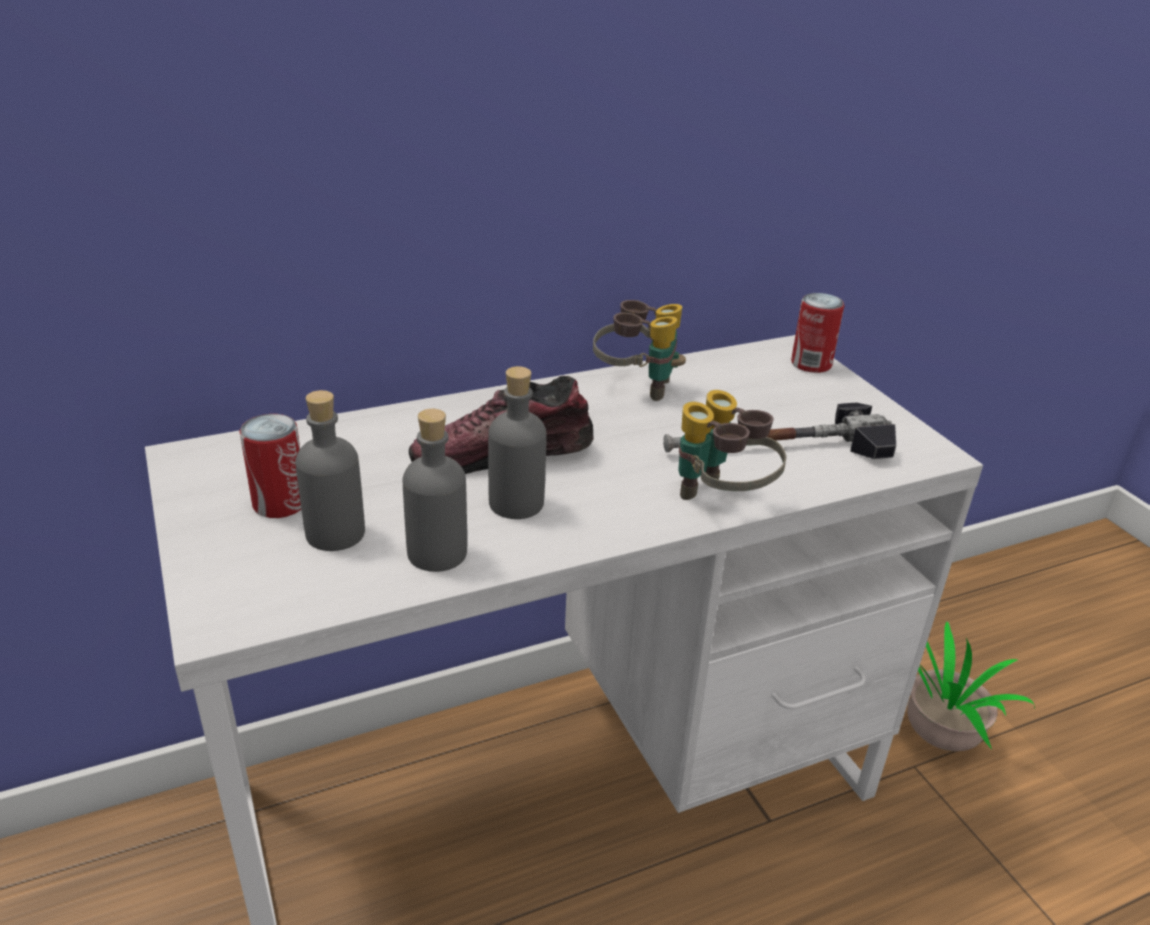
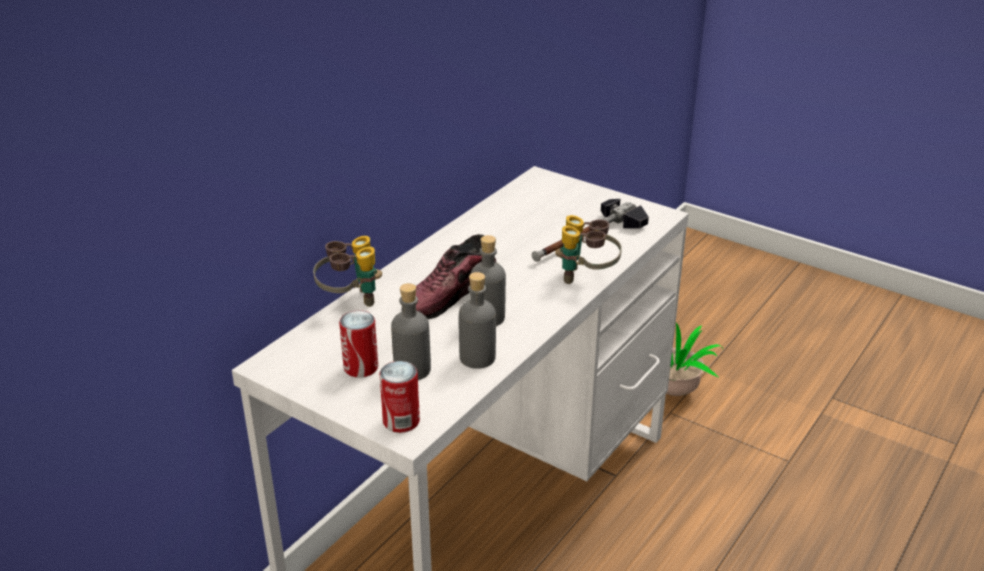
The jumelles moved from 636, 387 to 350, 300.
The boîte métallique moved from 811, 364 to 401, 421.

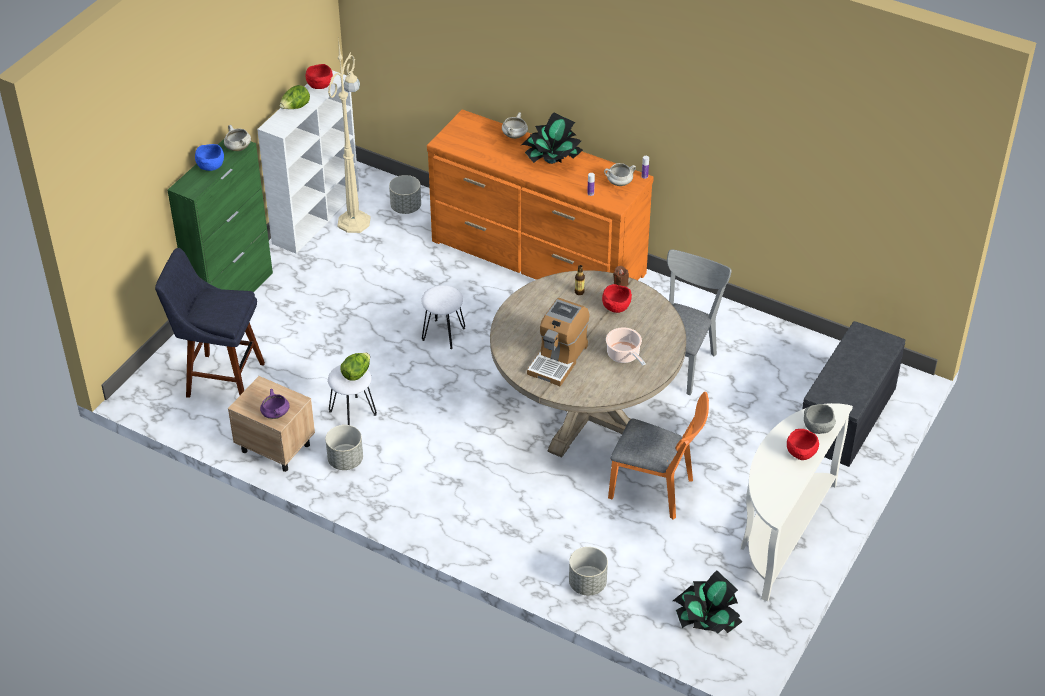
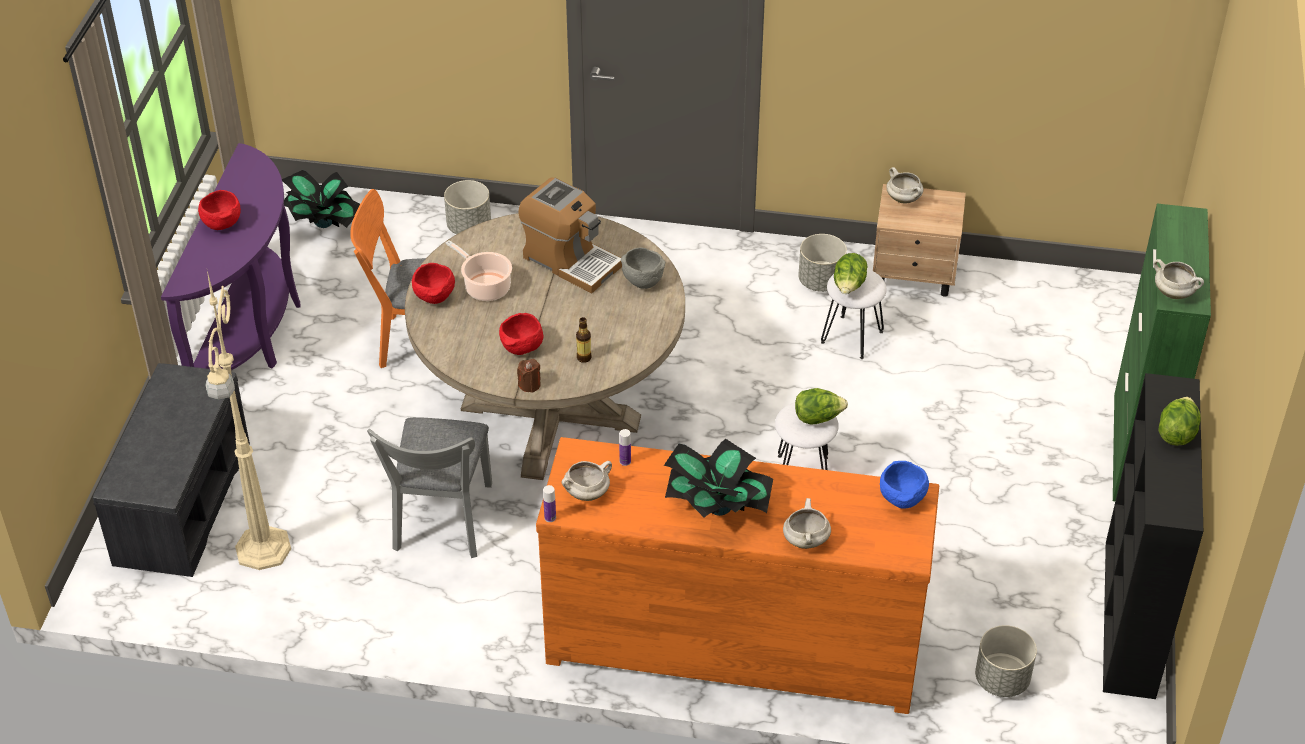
The tabouret/bleu at 220, 379 disappeared.
The laitue at 818, 418 appeared.
The bol/bleu moved from 211, 166 to 902, 500.
The bol/rouge moved from 320, 85 to 435, 298.
The lampadaire/beige moved from 355, 221 to 262, 551.
The bol/gris moved from 818, 428 to 642, 281.
The bibliothèque/blanc at 316, 216 became the bibliothèque/noir at 1130, 620.
The marmite/violet at 275, 414 became the marmite/blanc at 904, 199.
The table console/blanc at 780, 533 became the table console/violet at 253, 332.
The machine à café at 558, 359 turned 120 degrees clockwise.

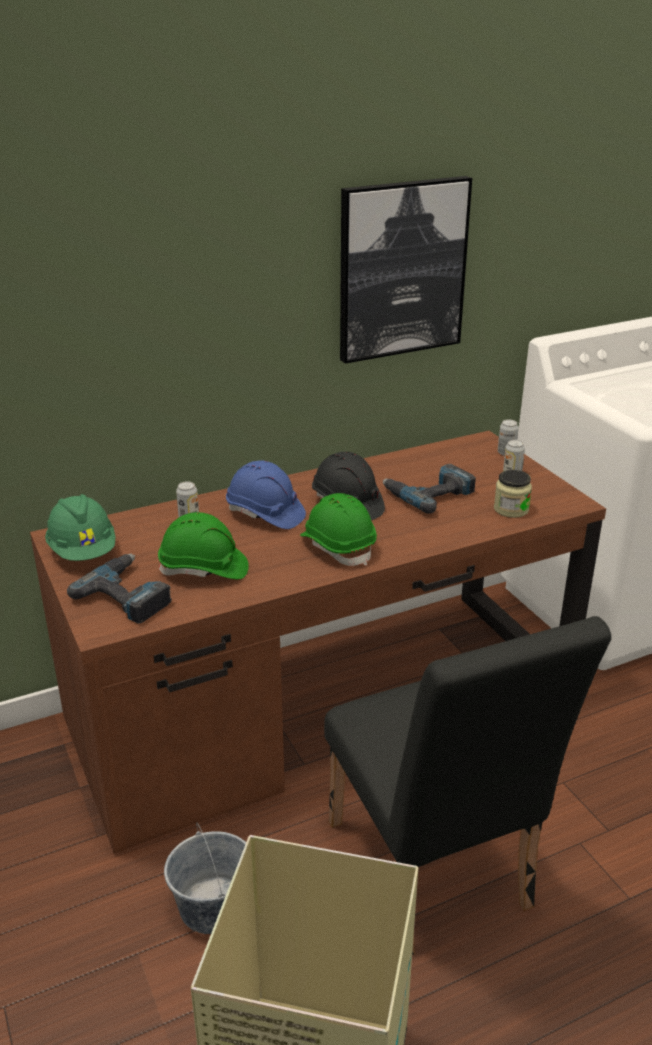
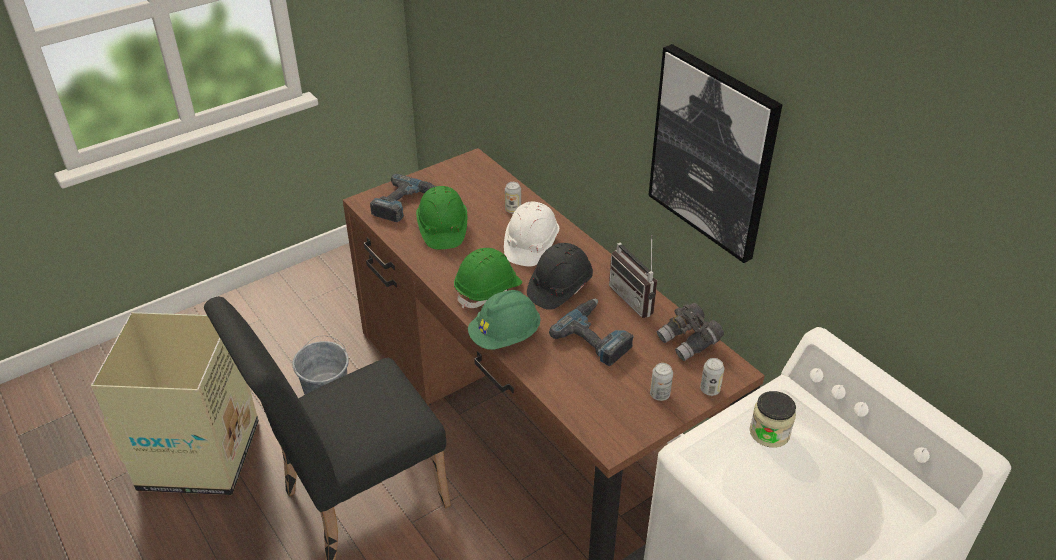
The radio at 637, 298 appeared.
The jumelles/gris at 689, 342 appeared.
The casque de chantier/vert moved from 83, 551 to 505, 336.
The bocal moved from 511, 509 to 769, 433.
The casque de chantier/bleu at 265, 514 became the casque de chantier/blanc at 530, 245.

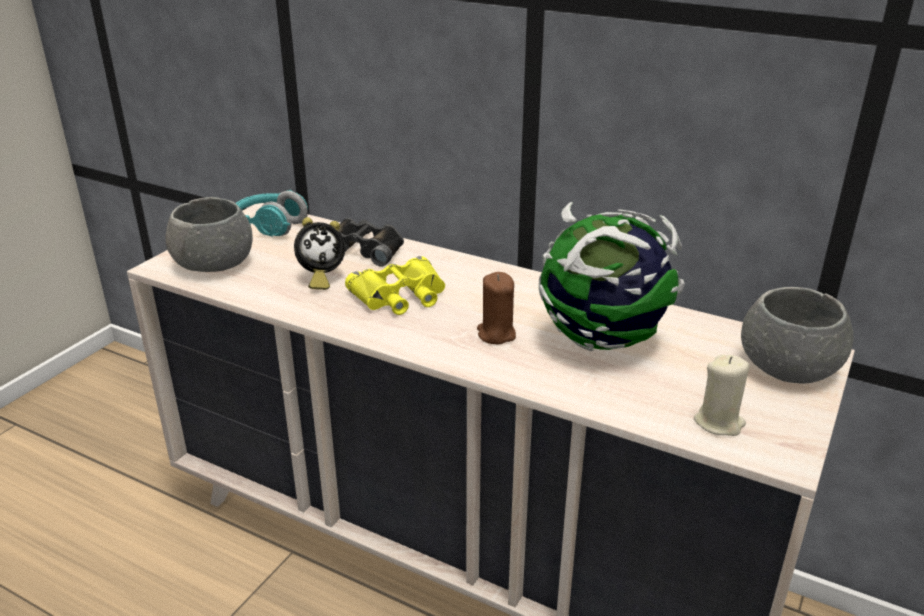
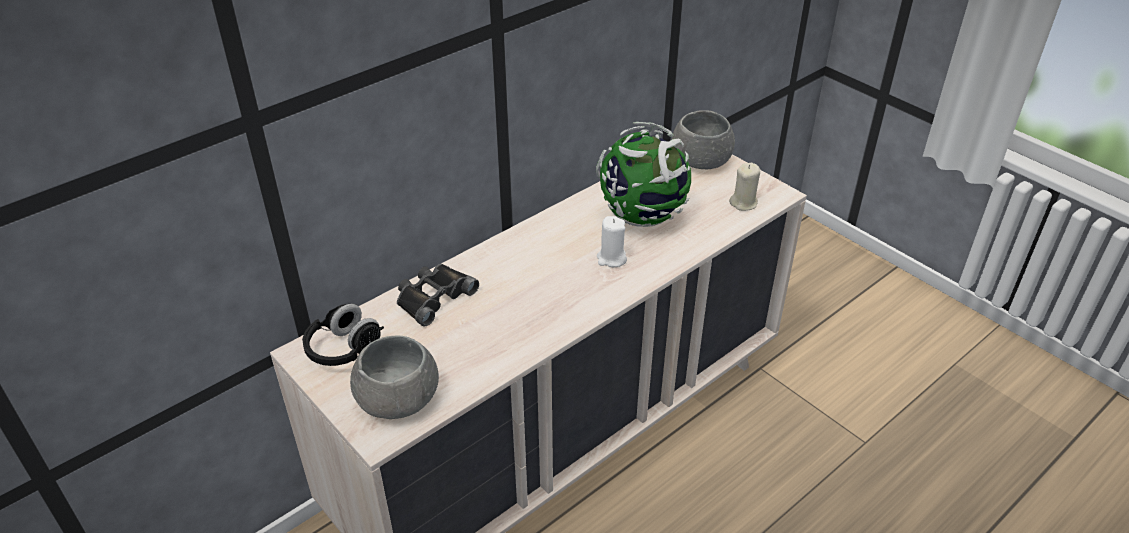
The réveil at 320, 278 disappeared.
The jumelles/jaune at 400, 295 disappeared.
The casque audio/turquoise at 271, 227 became the casque audio/noir at 343, 349.
The bougie/marron at 496, 334 became the bougie/blanc at 611, 259.

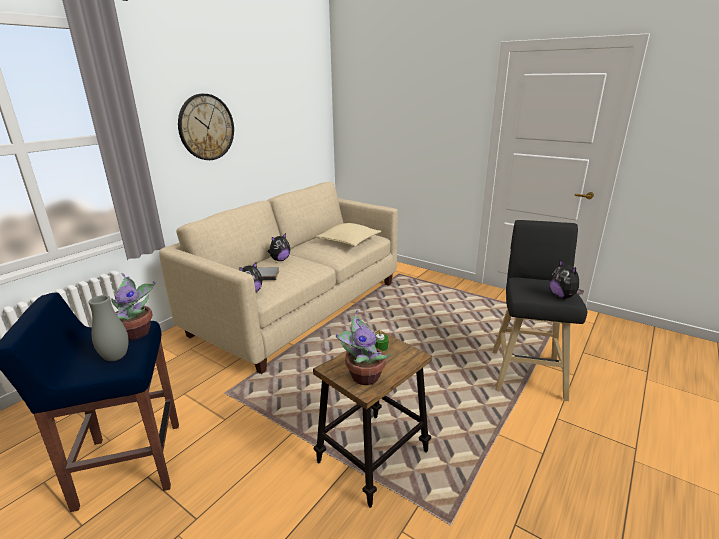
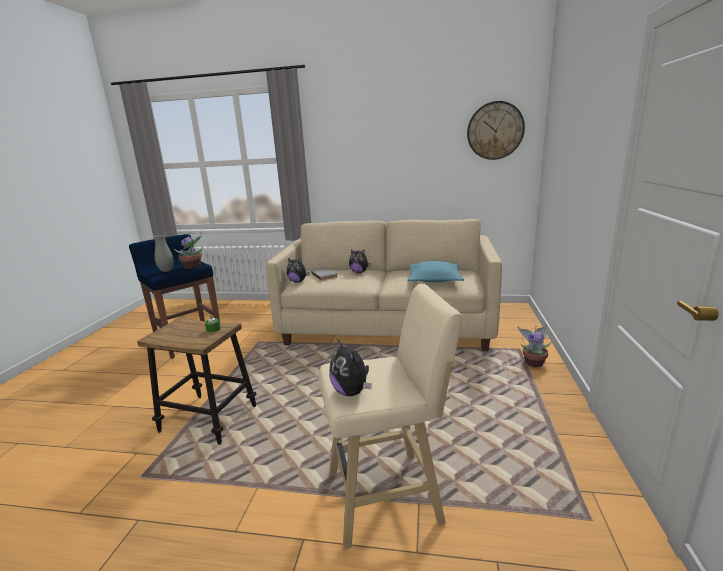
The horloge murale moved from 206, 127 to 495, 131.
The plante en pot moved from 363, 376 to 533, 362.
The coussin/beige at 349, 241 became the coussin/turquoise at 434, 279.
The tabouret/noir at 527, 371 became the tabouret/beige at 389, 496.
The peluche at 563, 296 turned 75 degrees counterclockwise.

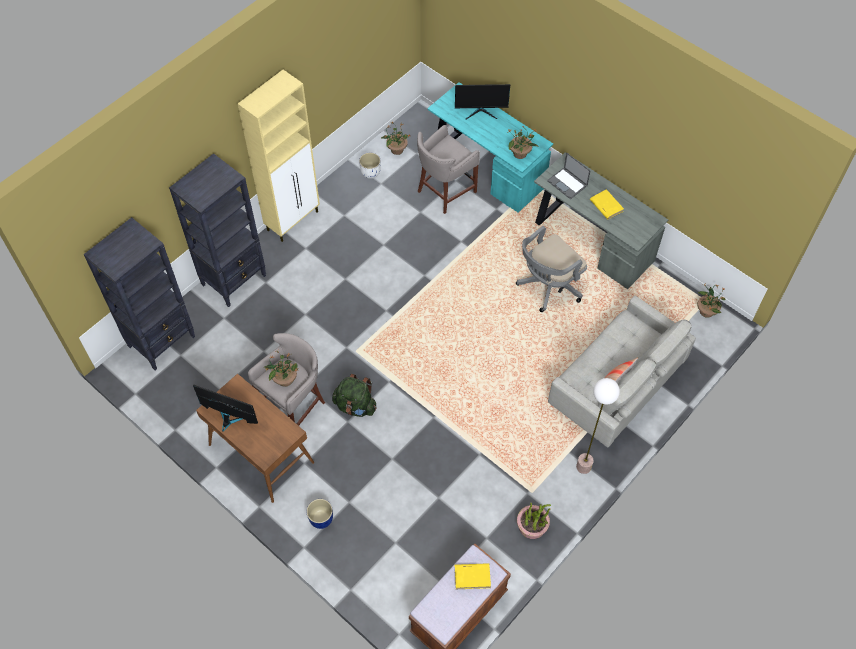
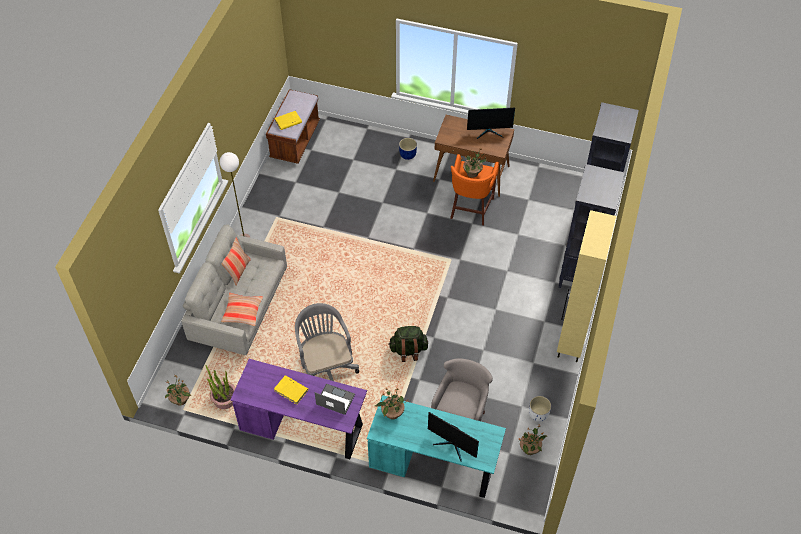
The coussin at 242, 312 appeared.
The sac à dos/vert moved from 355, 406 to 408, 350.
The plante en pot moved from 532, 526 to 224, 399.
The tabouret/gris at 294, 405 became the tabouret/orange at 470, 209.
The bureau/gris at 591, 241 became the bureau/violet at 303, 427.
The écran d'ordinateur at 481, 111 turned 120 degrees counterclockwise.
The chaise de bureau/gris at 547, 287 turned 45 degrees counterclockwise.

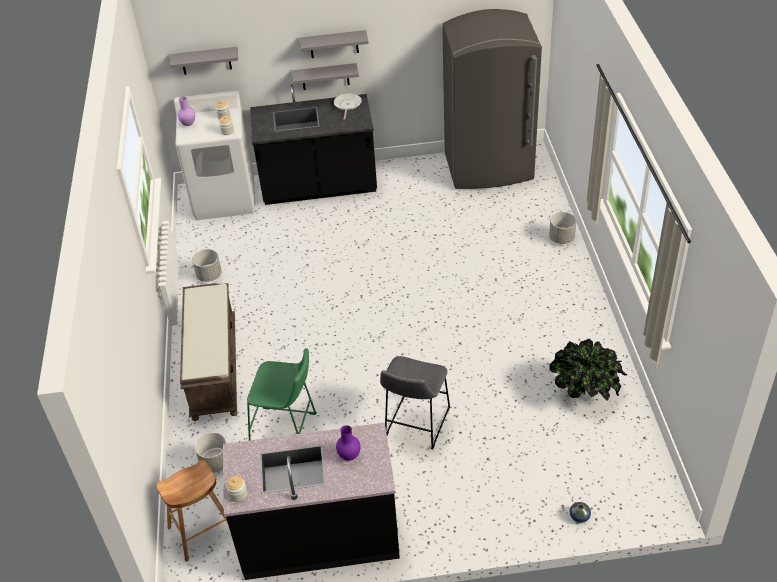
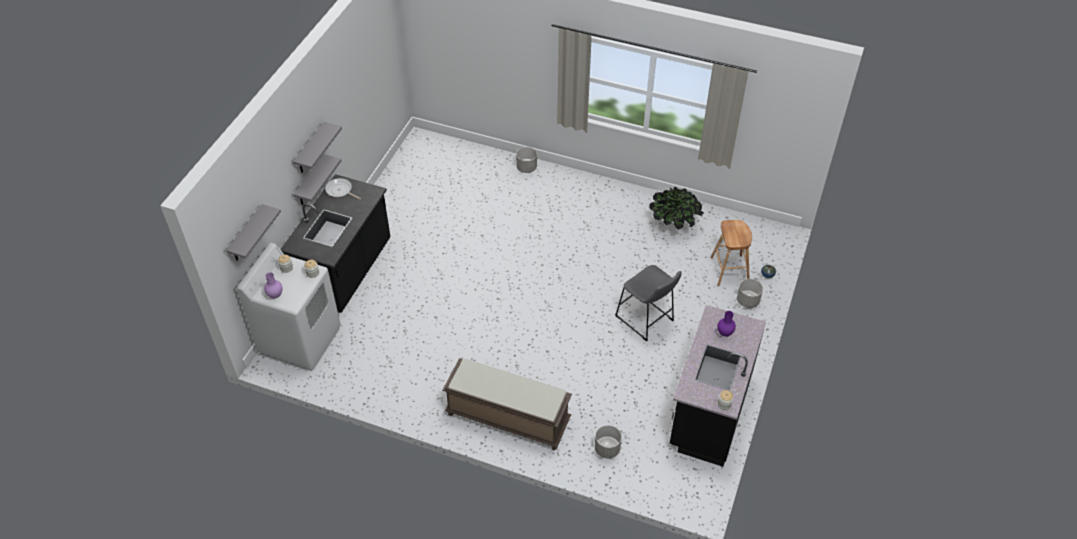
The tabouret/vert at 287, 431 disappeared.
The réfrigérateur/gris at 489, 168 disappeared.
The tabouret/marron moved from 203, 530 to 729, 270.
The cache-pot/gris moved from 209, 275 to 747, 301.

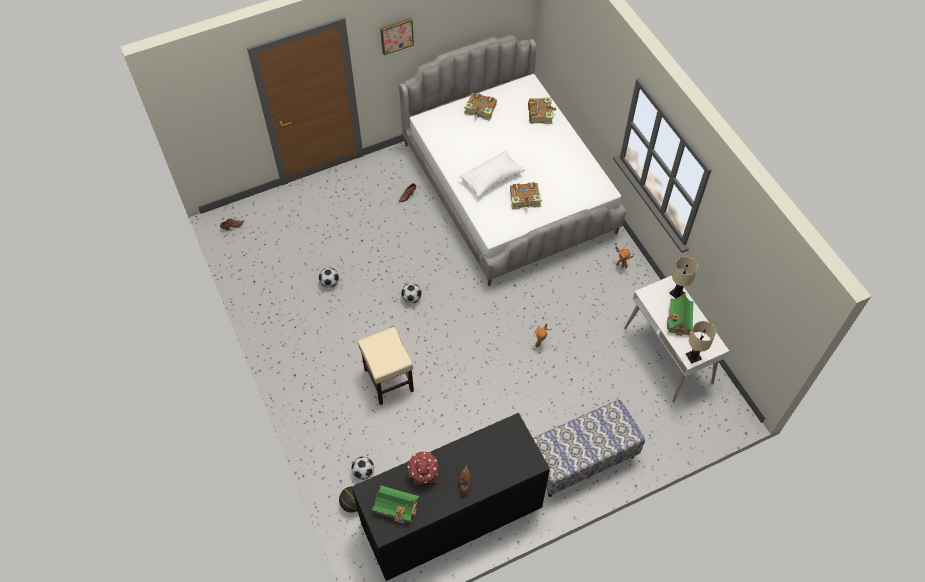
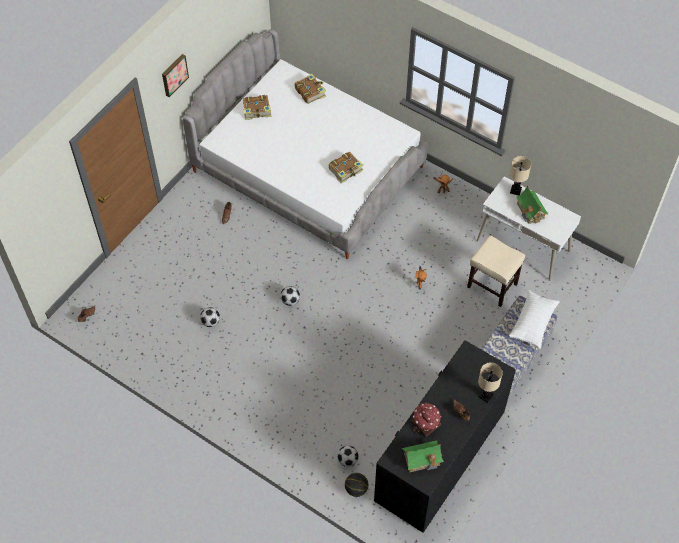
The tabouret/beige moved from 388, 379 to 491, 285.
The coussin/blanc moved from 492, 178 to 533, 323.
The lampe de table/beige moved from 693, 357 to 486, 395.

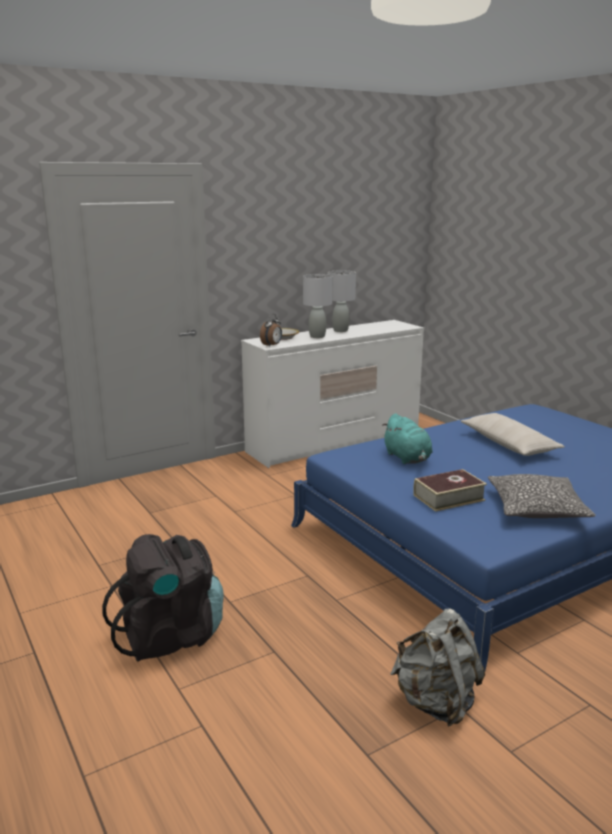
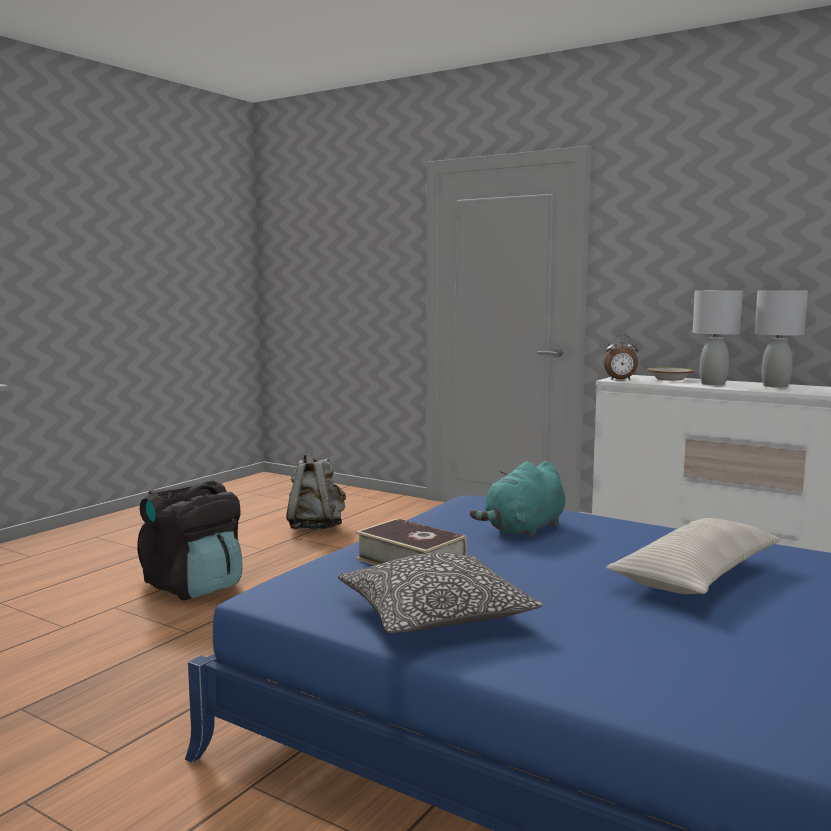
The sac à dos/gris moved from 436, 702 to 316, 527.

